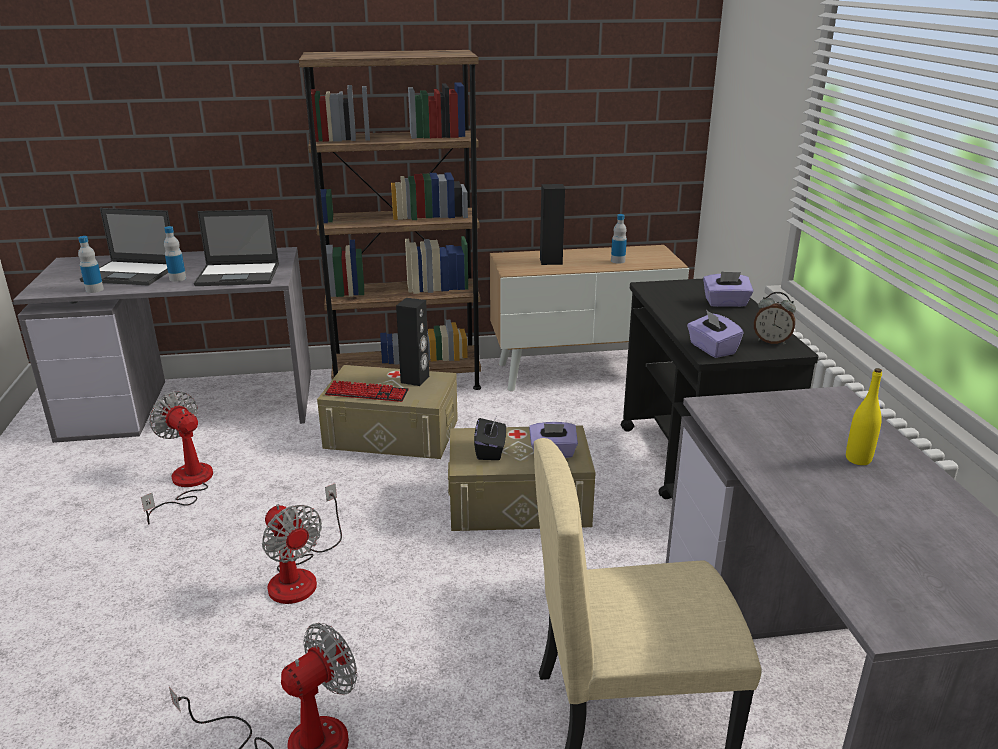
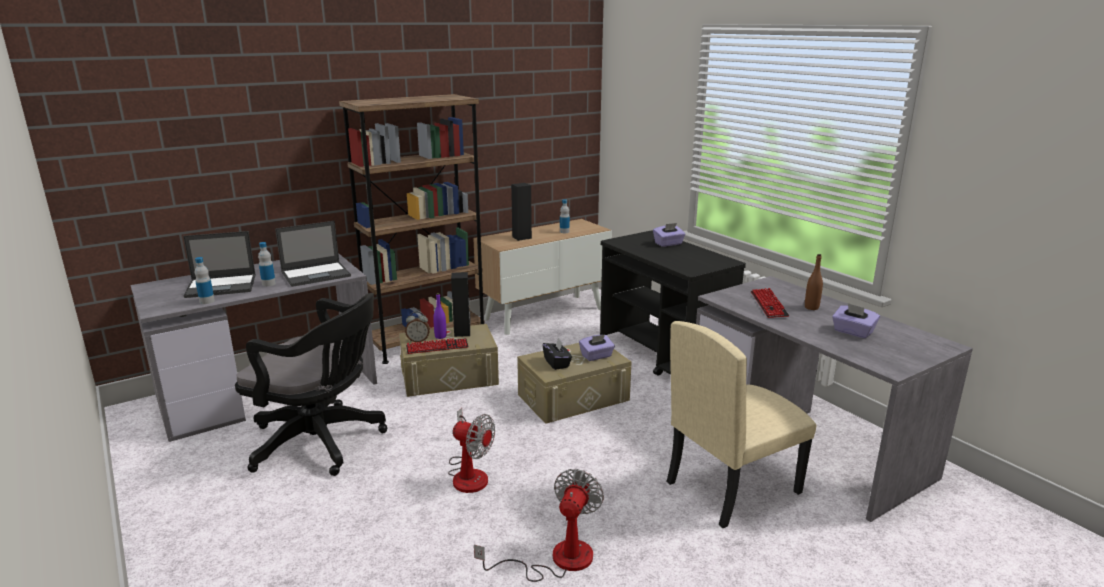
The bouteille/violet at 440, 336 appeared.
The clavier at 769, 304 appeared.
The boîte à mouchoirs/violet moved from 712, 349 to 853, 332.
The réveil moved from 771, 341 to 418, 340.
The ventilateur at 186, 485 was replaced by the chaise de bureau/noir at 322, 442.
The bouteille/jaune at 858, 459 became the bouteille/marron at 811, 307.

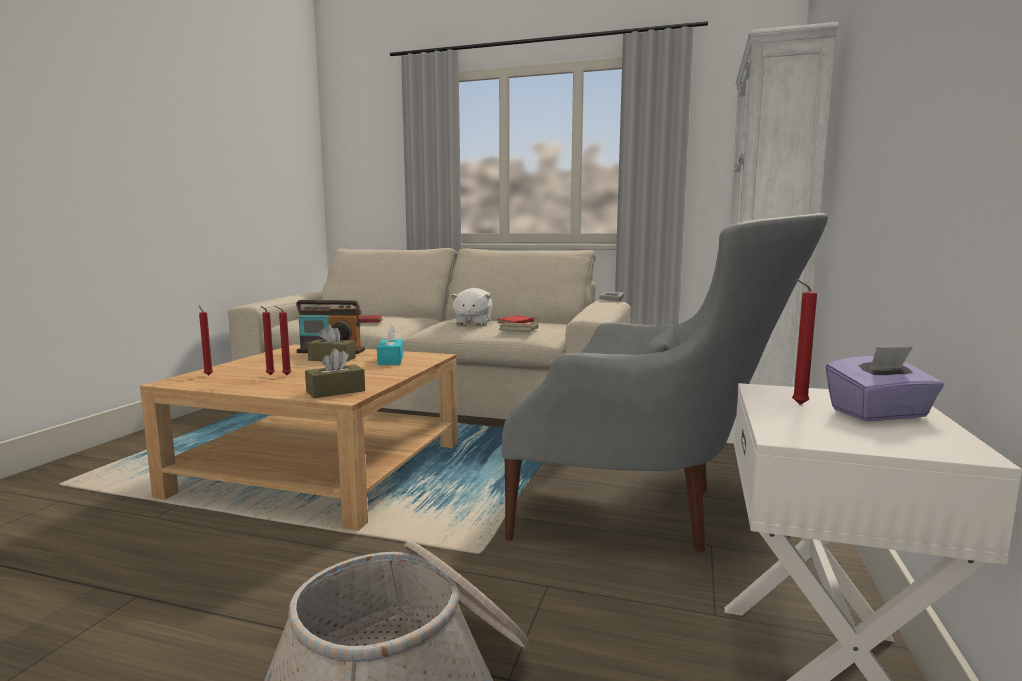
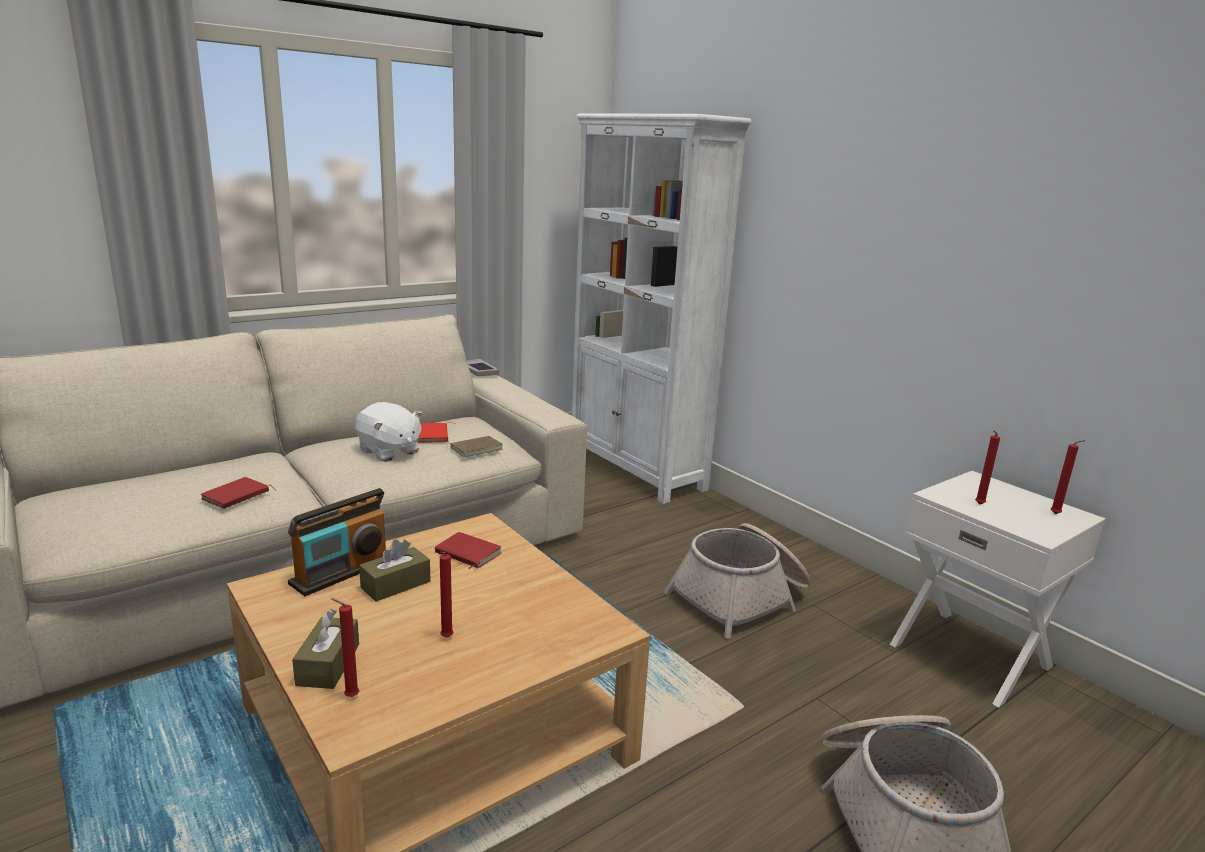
The boîte à mouchoirs/violet at 879, 414 disappeared.
The bougie/rouge moved from 269, 375 to 1056, 515.
The boîte à mouchoirs/marron moved from 335, 391 to 328, 664.
The boîte à mouchoirs/turquoise at 390, 360 was replaced by the livre/rouge at 466, 554.
The fauteuil/gris at 647, 509 was replaced by the panier at 741, 598.

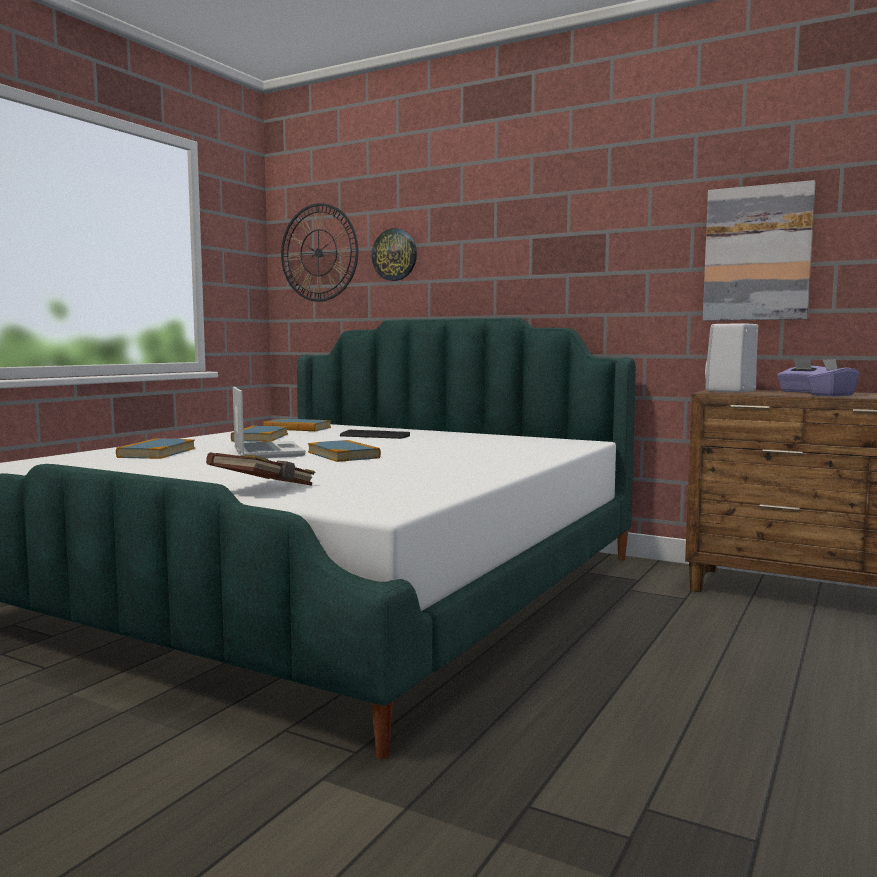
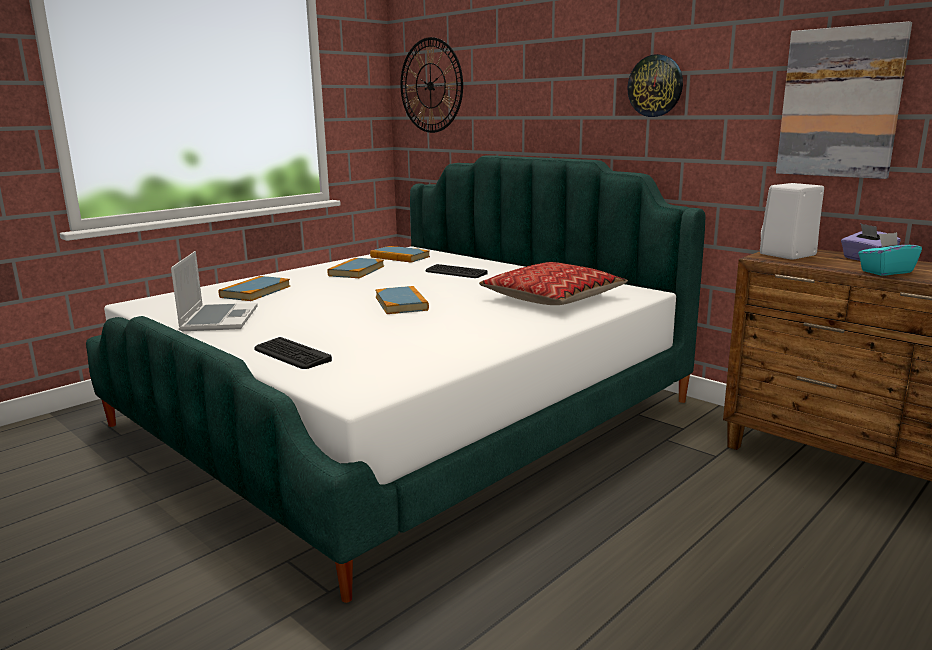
The coussin at 553, 298 appeared.
The ordinateur portable moved from 266, 452 to 219, 319.
The horloge murale moved from 395, 255 to 655, 86.
The livre/marron at 264, 489 was replaced by the clavier at 291, 355.
The boîte à mouchoirs/violet at 831, 395 became the boîte à mouchoirs/turquoise at 886, 272.

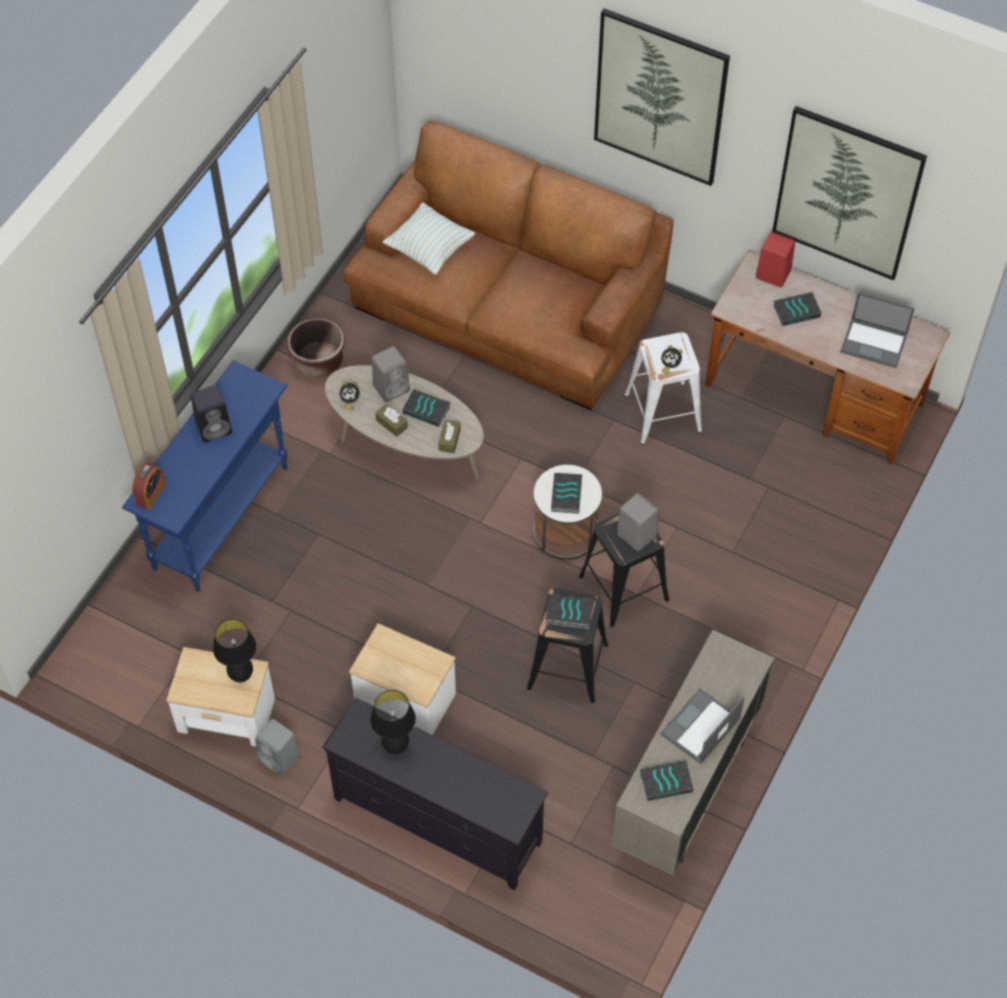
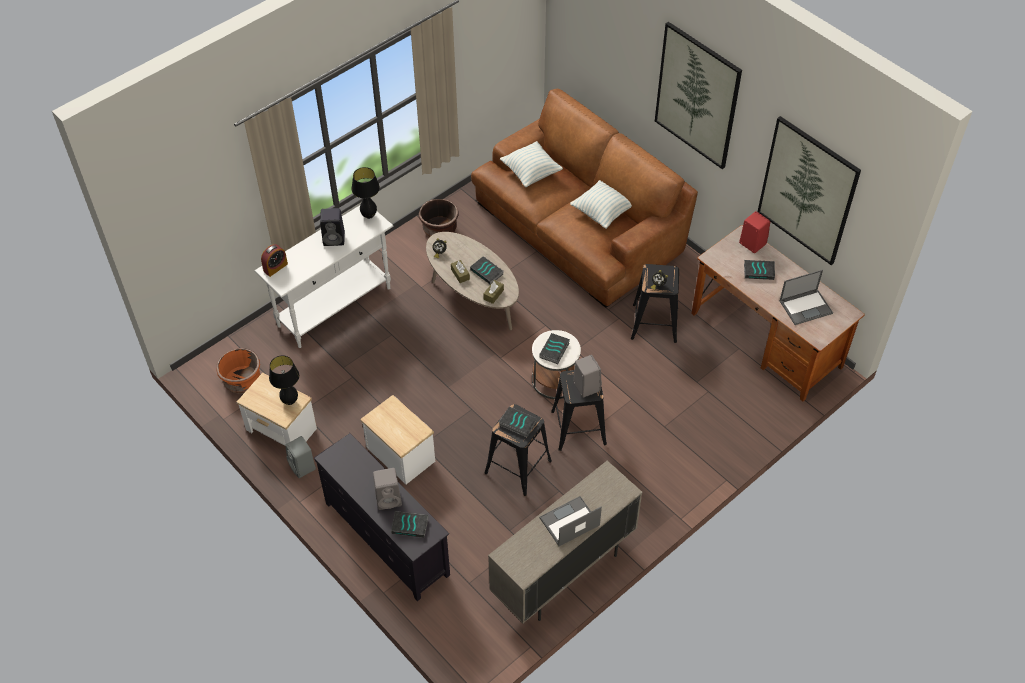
The cache-pot/orange at 242, 381 appeared.
The coussin at 602, 213 appeared.
The lampe de table/noir moved from 396, 747 to 369, 215.
The enceinte/gris moved from 392, 387 to 389, 498.
The livre moved from 666, 781 to 410, 525.
The table console/bleu at 222, 517 became the table console/blanc at 335, 307.
The tabouret/blanc at 663, 413 became the tabouret/noir at 655, 323.
The ordinateur portable at 874, 343 turned 60 degrees counterclockwise.

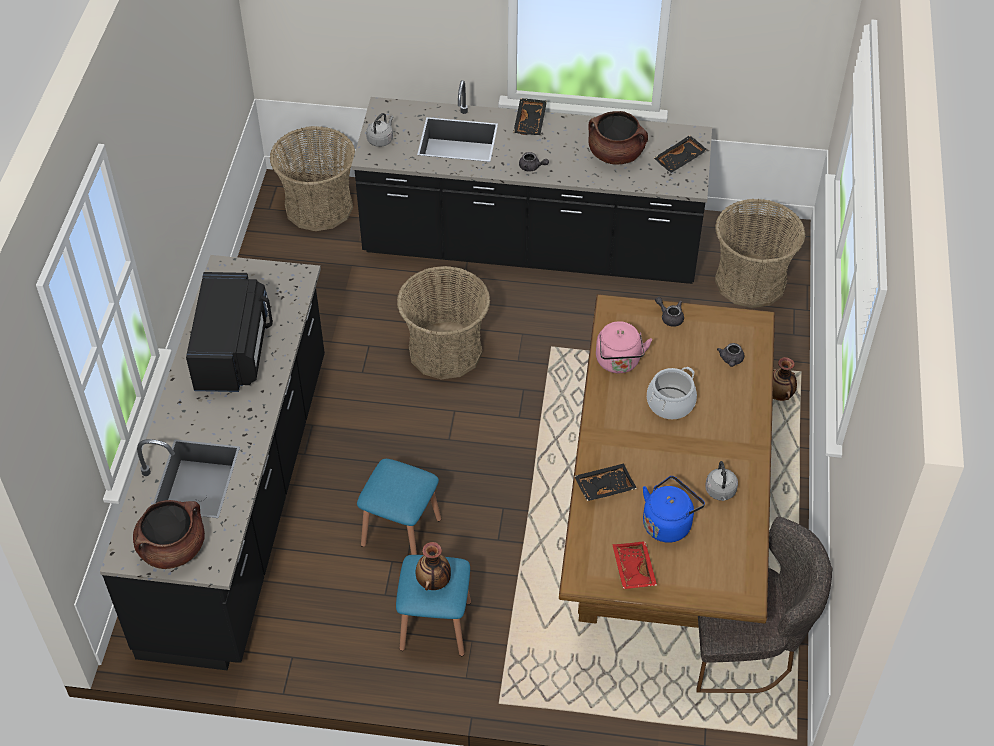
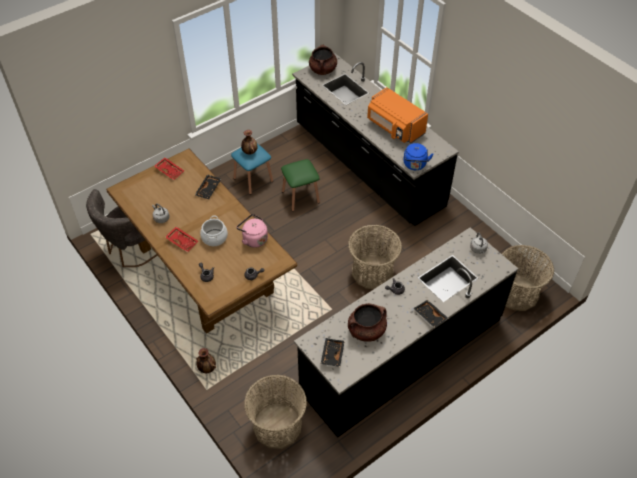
The plateau/rouge at 182, 241 appeared.
The bouilloire/bleu moved from 668, 523 to 415, 165.
The micro-ondes/noir at 233, 351 became the micro-ondes/orange at 394, 128.
The tabouret/bleu at 401, 532 became the tabouret/vert at 300, 197.

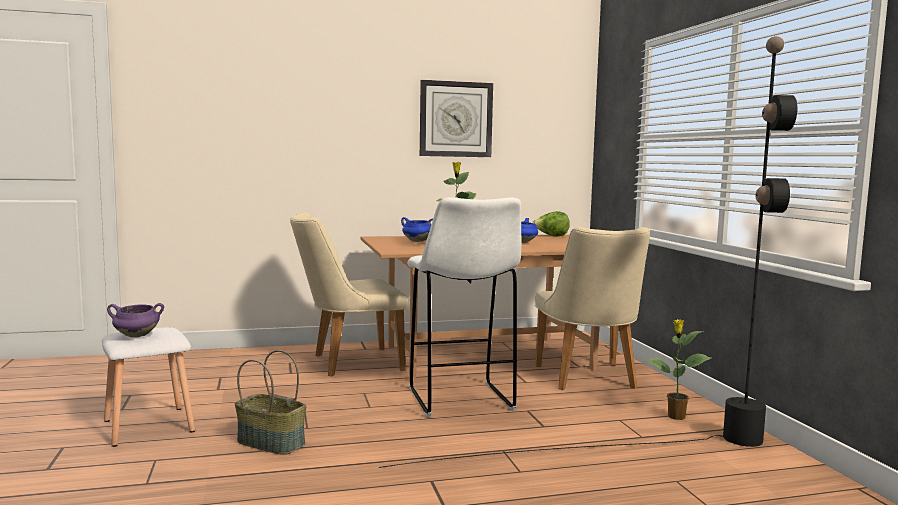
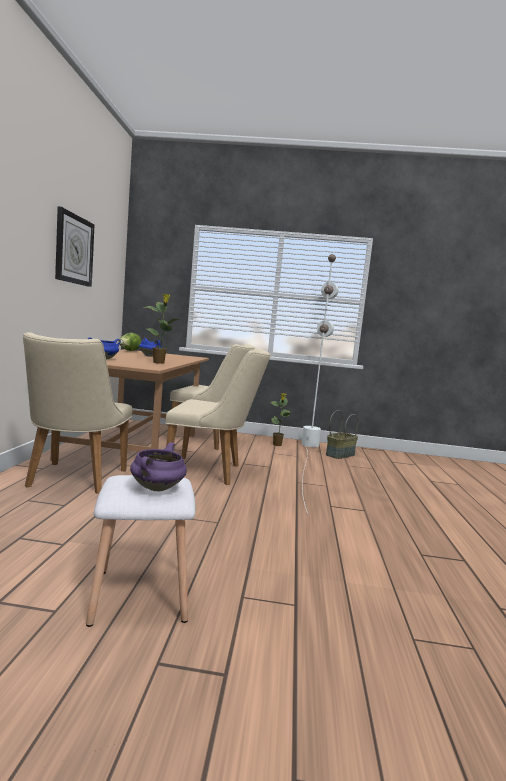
The panier moved from 272, 442 to 340, 454.
The tabouret/blanc at 461, 401 was replaced by the chaise/beige at 211, 472.
The lampadaire/noir at 647, 445 became the lampadaire/blanc at 307, 458.

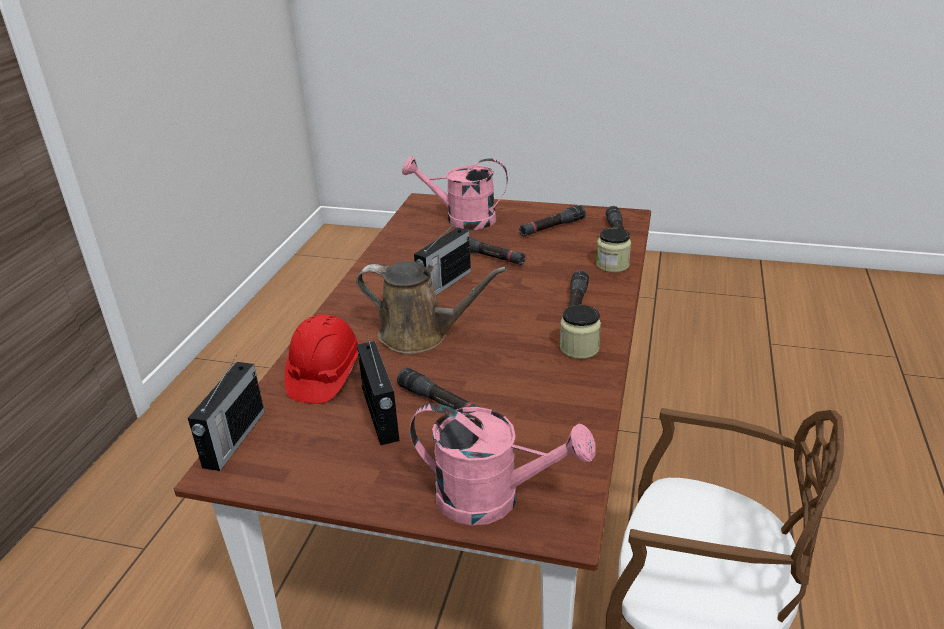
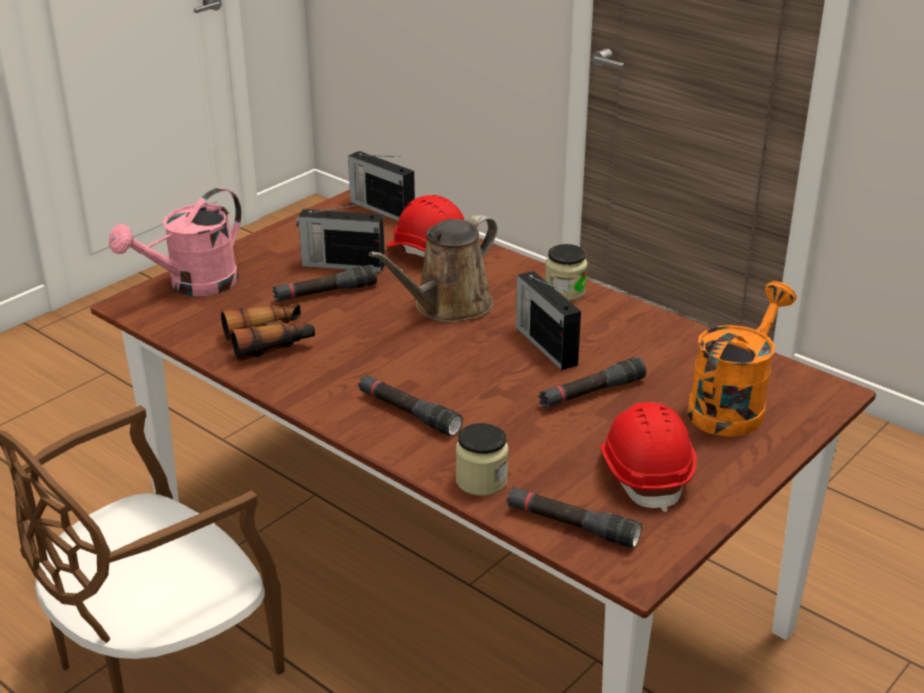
The jumelles at 270, 342 appeared.
The bocal moved from 579, 348 to 565, 291.
The lampe de poche/noir at 552, 227 was replaced by the casque de chantier/rouge at 645, 474.
The arrosoir/rose at 461, 220 became the arrosoir/orange at 732, 405.

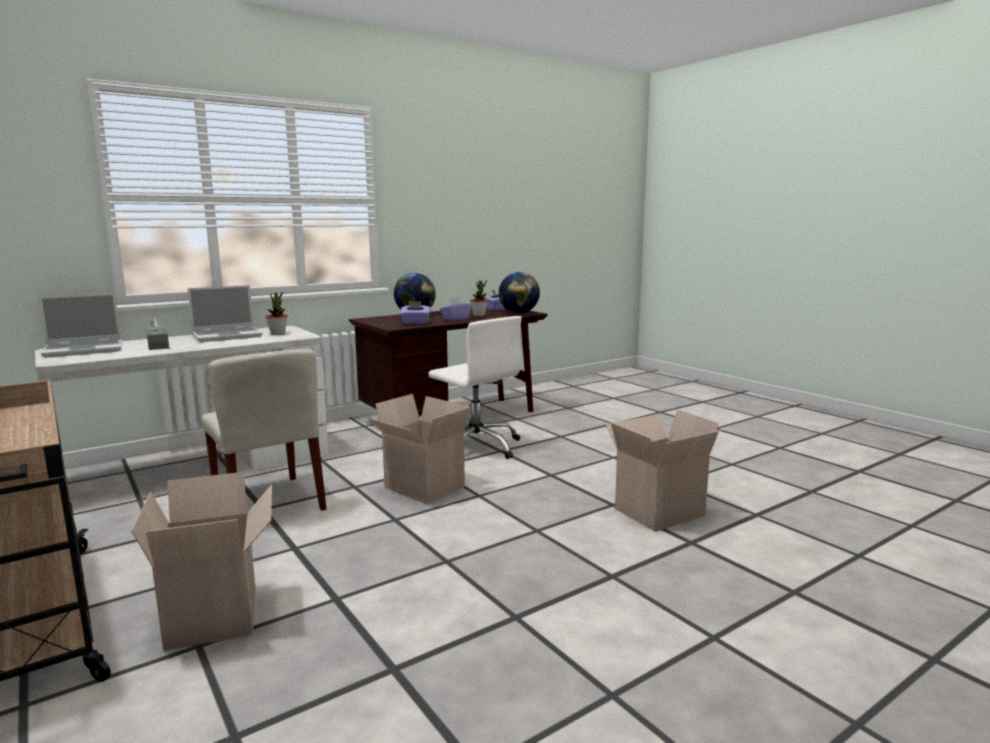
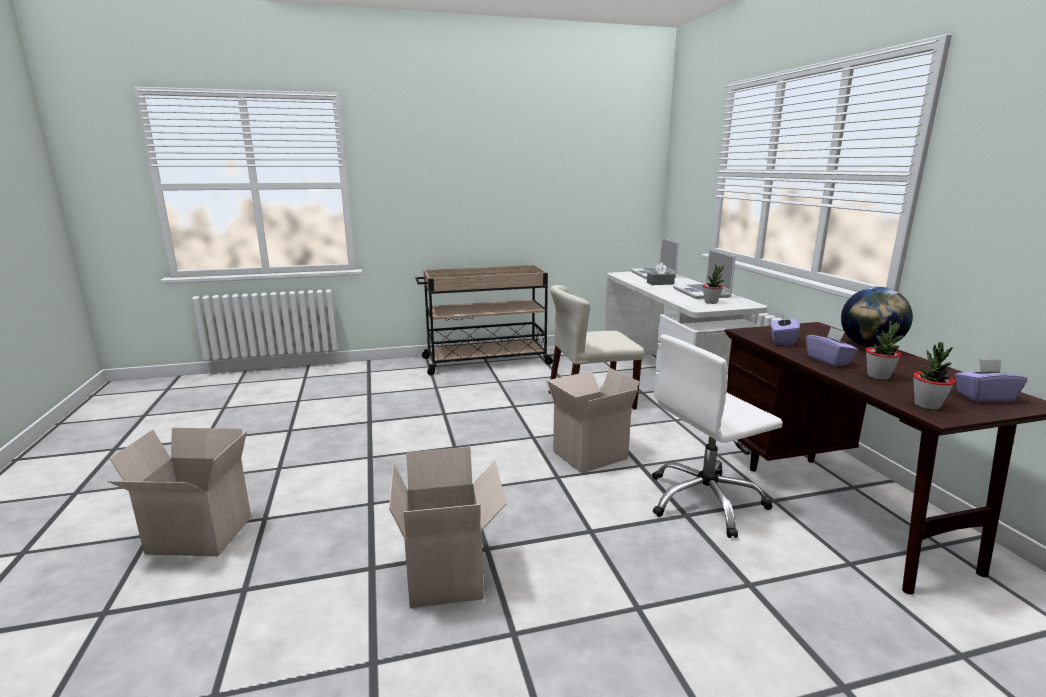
The carton moved from 217, 616 to 197, 537.
The globe at 519, 313 was replaced by the plante en pot at 927, 405.

